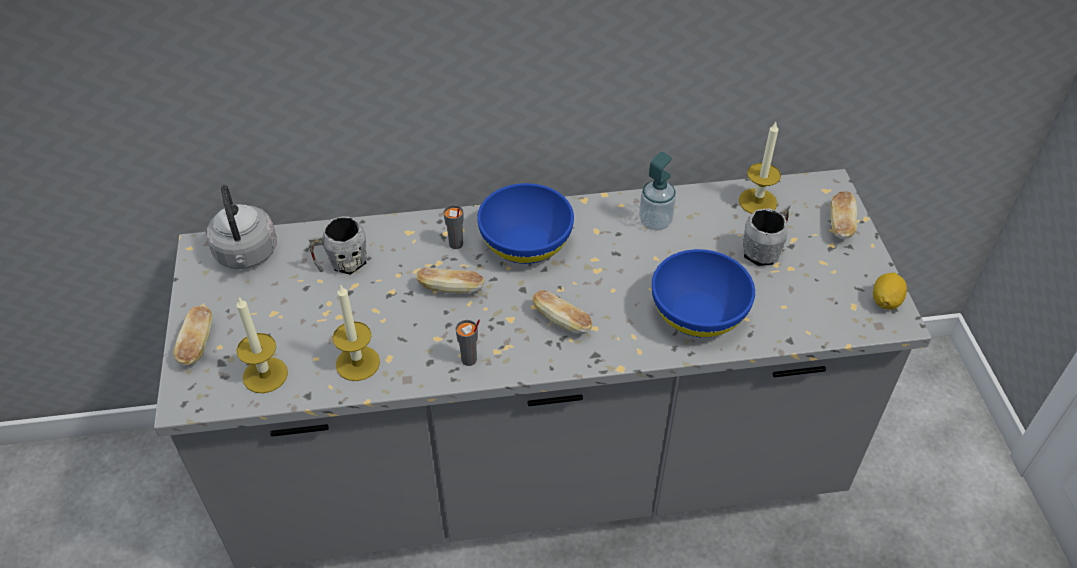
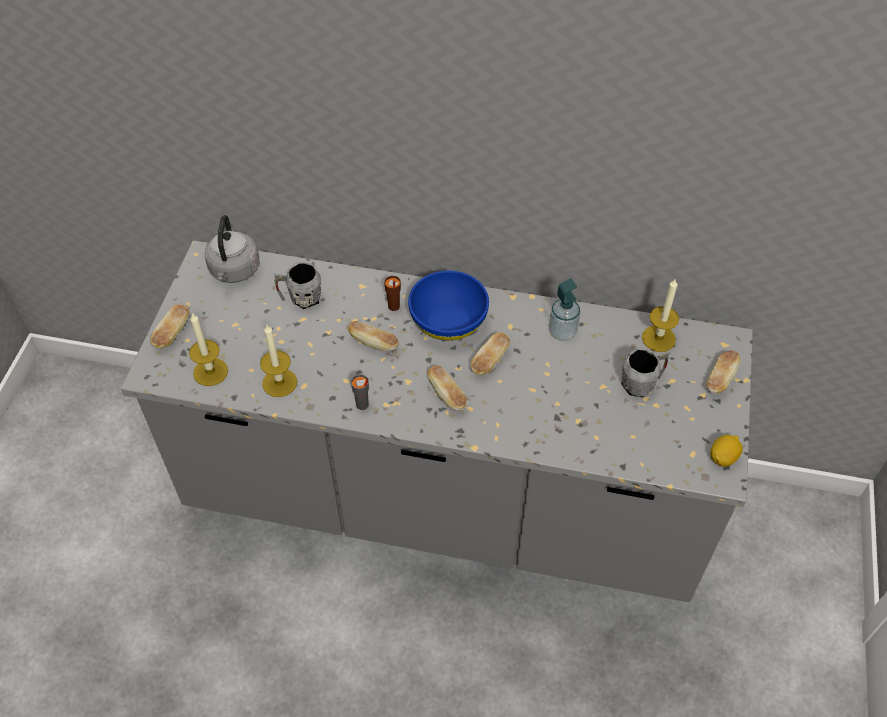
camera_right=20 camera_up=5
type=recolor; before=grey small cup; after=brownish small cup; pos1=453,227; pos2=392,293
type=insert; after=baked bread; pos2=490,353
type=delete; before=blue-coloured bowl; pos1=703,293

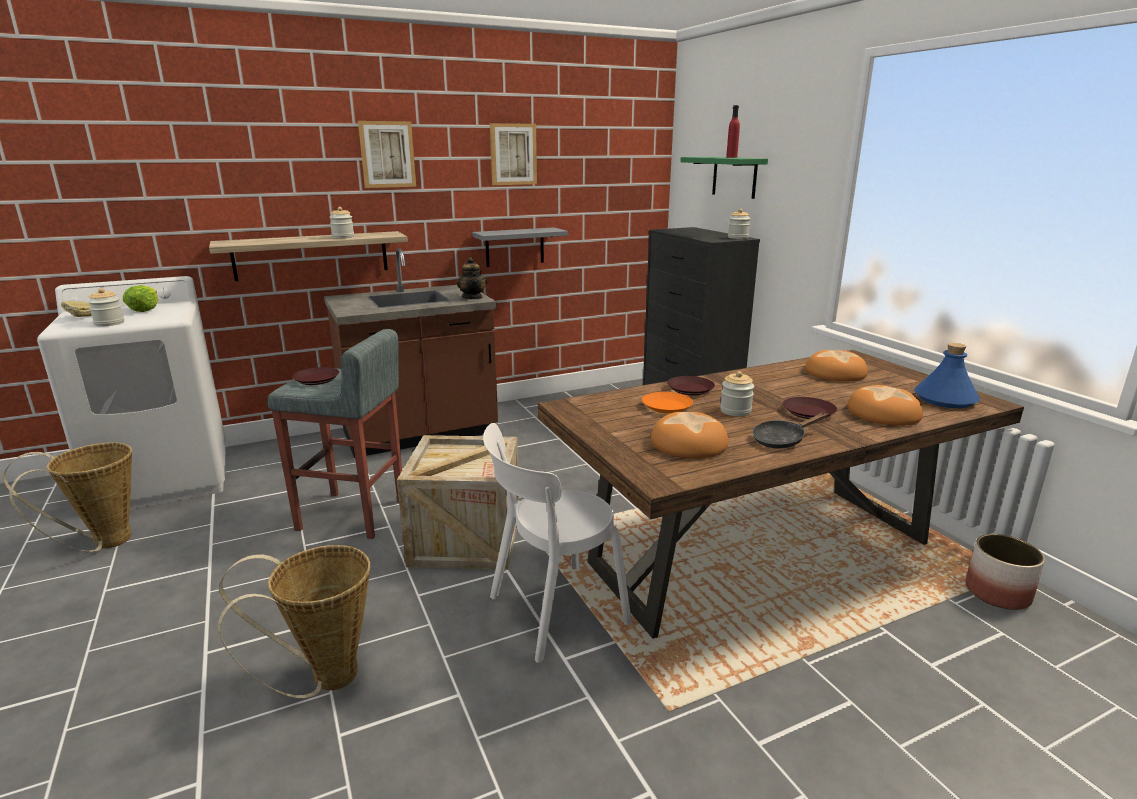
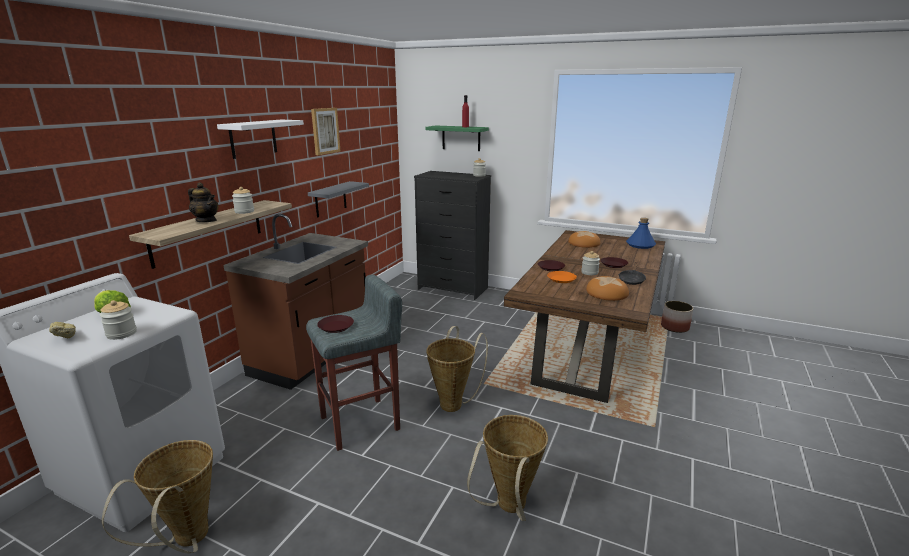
camera_right=-40 camera_up=0
type=move; before=tea pot; pos1=471,278; pos2=203,202
type=replace; before=picture; after=white-coloured bracket shelf; pos1=387,154; pos2=260,139
type=replace; before=crate; after=basket; pos1=458,502; pos2=457,369
type=delete; before=white-coloured upright chair; pos1=557,543
type=delete; before=baked bread; pos1=885,405

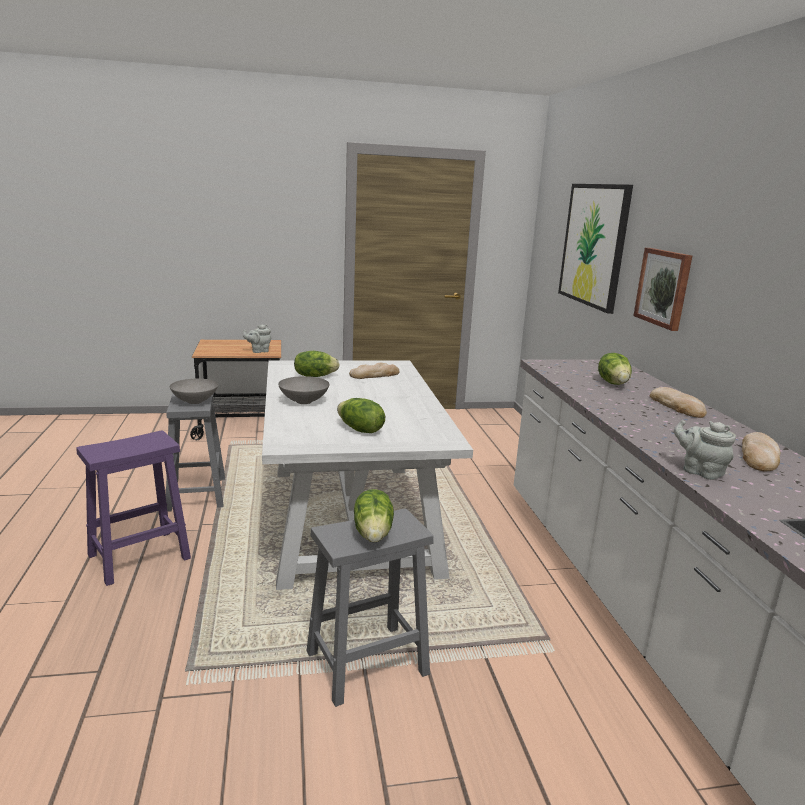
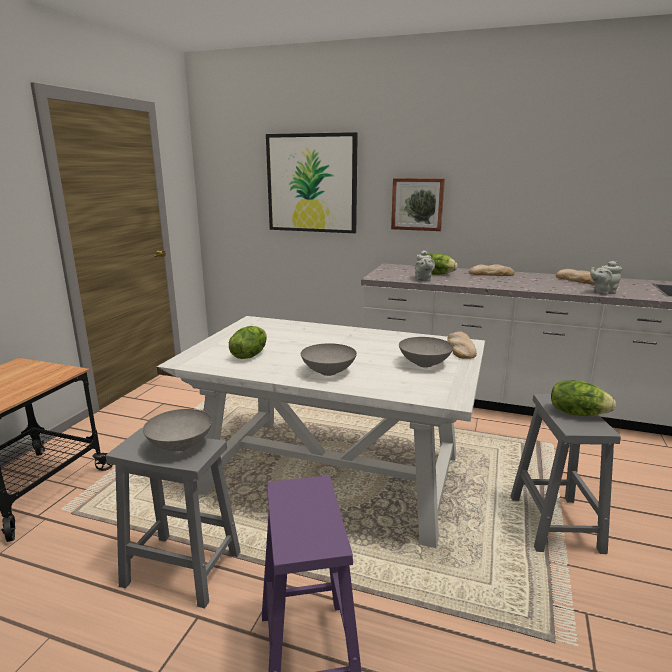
camera_right=-60 camera_up=0
type=replace; before=head of lettuce; after=grey bowl; pos1=361,415; pos2=426,352
type=move; before=grey tea pot; pos1=257,339; pos2=425,265
type=move; before=baked bread; pos1=374,371; pos2=462,345

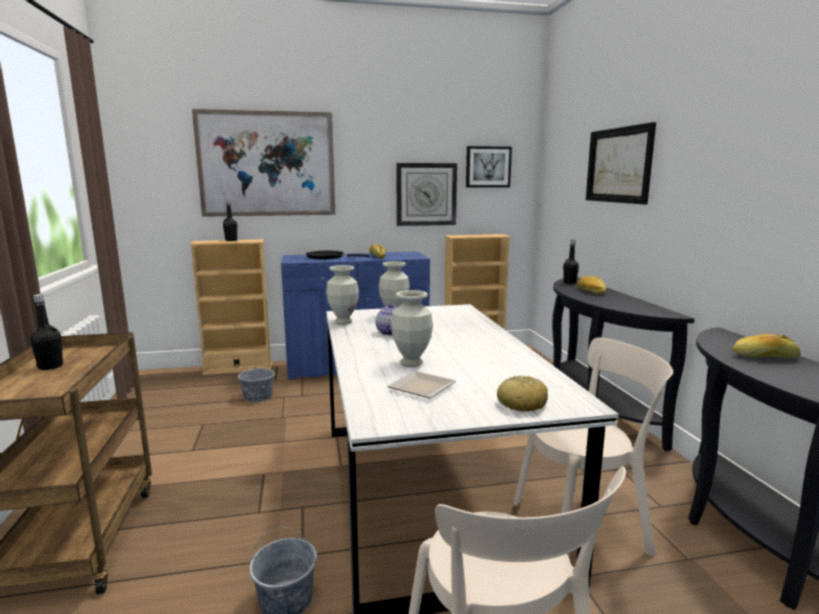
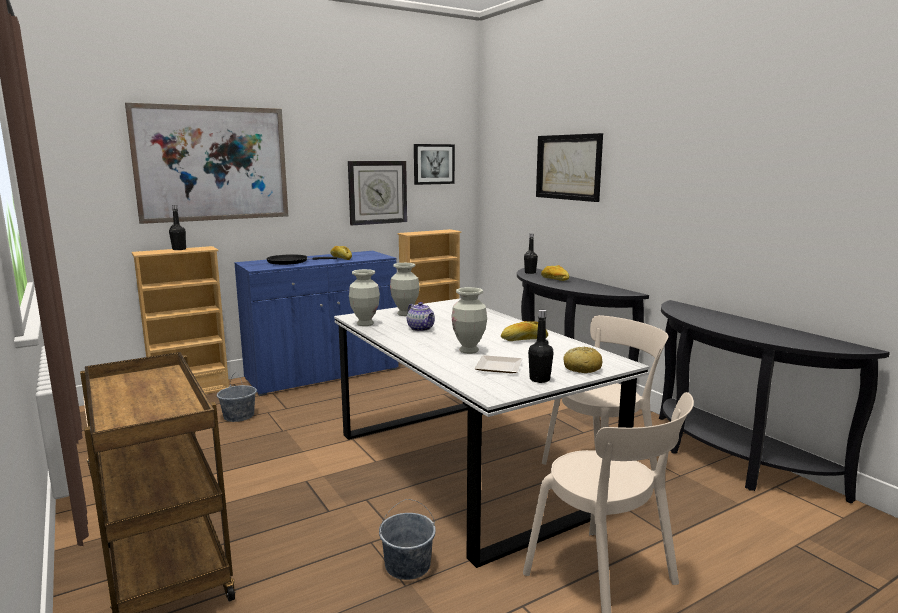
camera_right=-20 camera_up=0
type=move; before=baked bread; pos1=766,346; pos2=524,331
type=move; before=black-coloured bottle; pos1=46,332; pos2=541,346

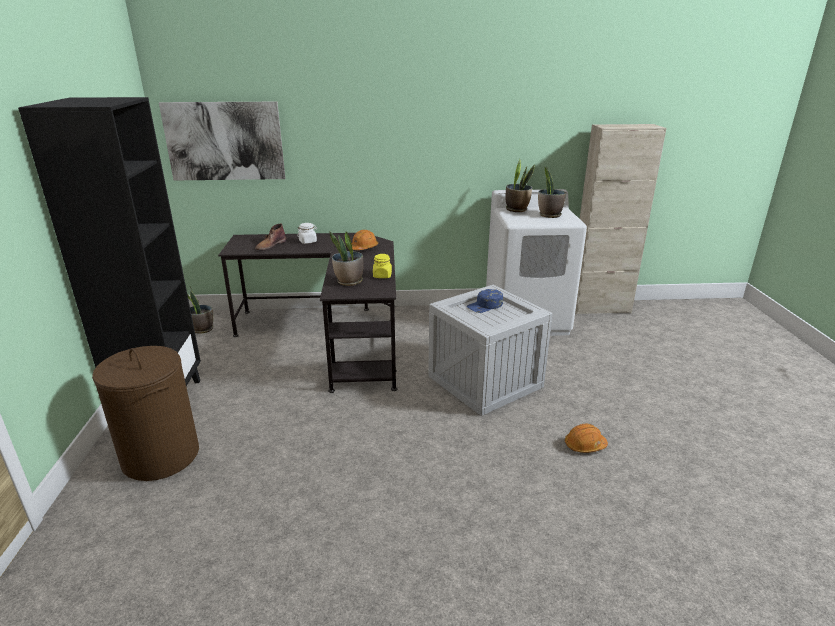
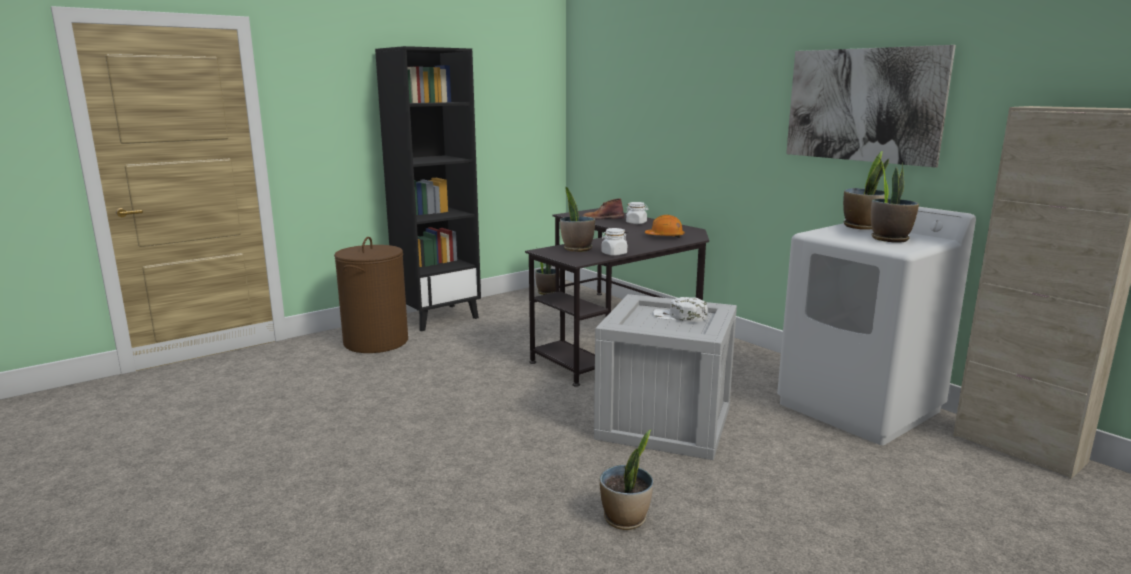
camera_right=55 camera_up=-10
type=replace; before=orange-coloured work helmet; after=houseplant; pos1=586,438; pos2=626,480
type=recolor; before=yellowish jar; after=white-coloured jar; pos1=382,266; pos2=614,242
type=recolor; before=blue-coloured baseball cap; after=white-coloured baseball cap; pos1=484,301; pos2=680,309
type=move; before=picture; pos1=222,141; pos2=871,106

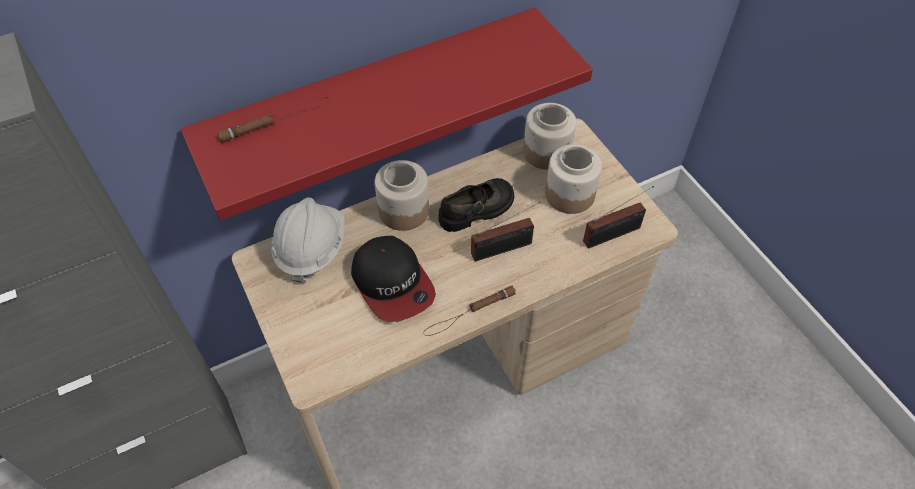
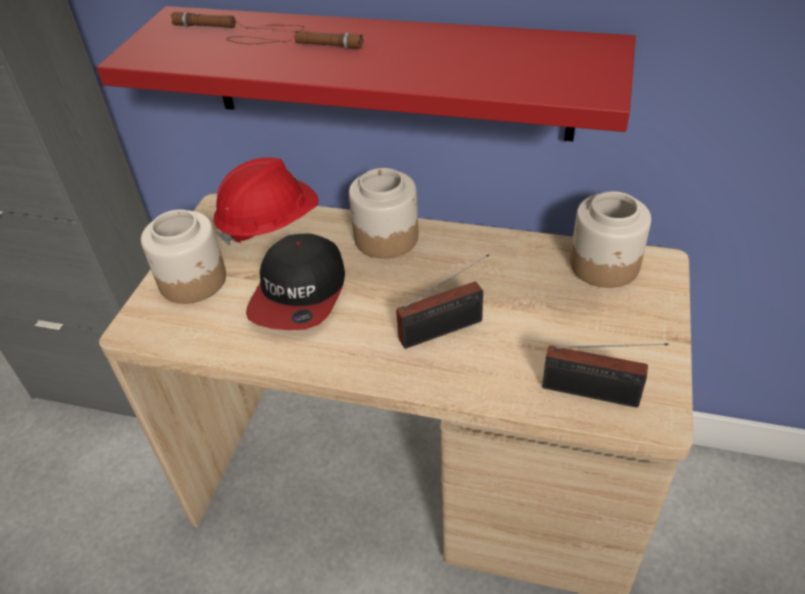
camera_right=45 camera_up=-10
type=move; before=jar; pos1=573,179; pos2=183,257
type=recolor; before=white-coloured work helmet; after=reddish work helmet; pos1=308,240; pos2=266,202
type=move; before=brownish torch; pos1=469,311; pos2=295,40
type=rotate; before=radio set; pos1=505,231; pos2=442,301; turn=-45
type=delete; before=black-coloured low shoe; pos1=476,205

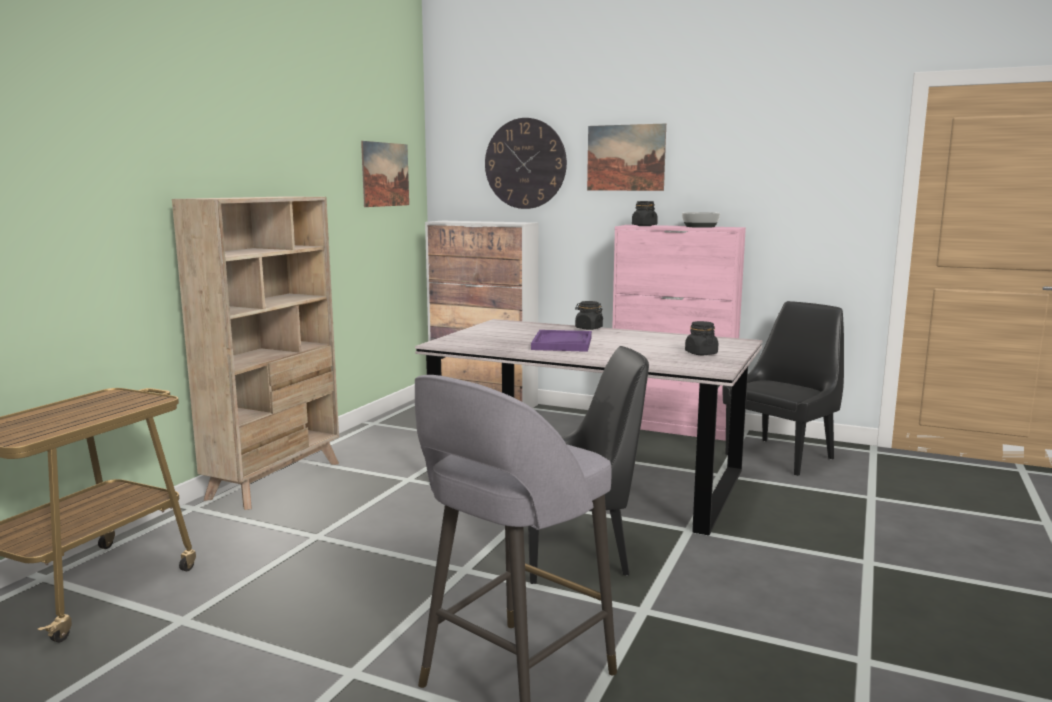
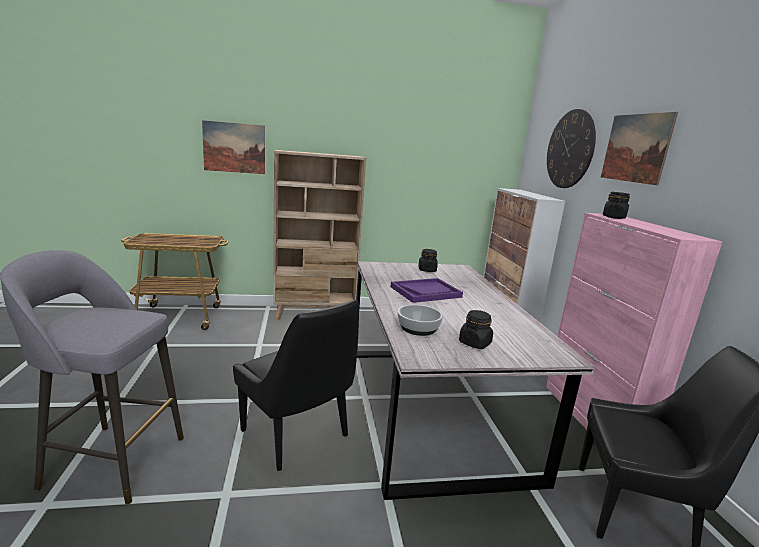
camera_right=55 camera_up=5
type=move; before=picture; pos1=385,174; pos2=233,147
type=move; before=bowl; pos1=701,220; pos2=420,320
type=move; before=black-coloured jar; pos1=589,315; pos2=428,260

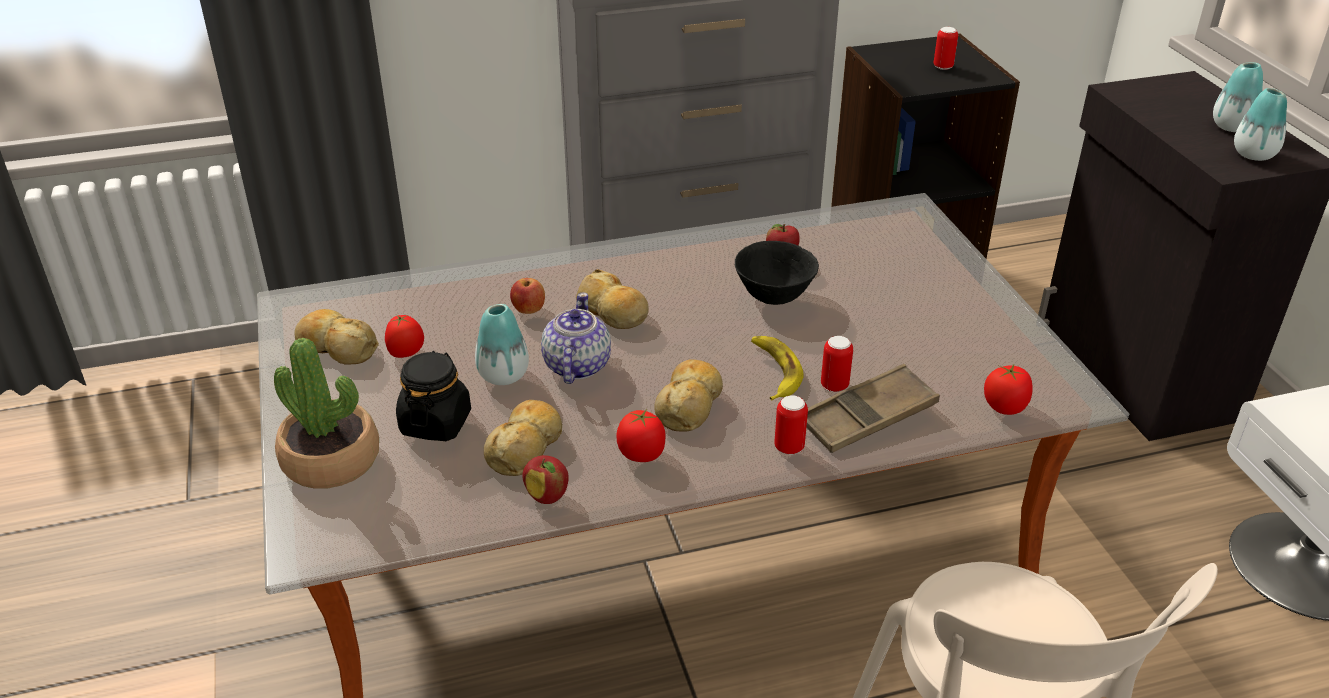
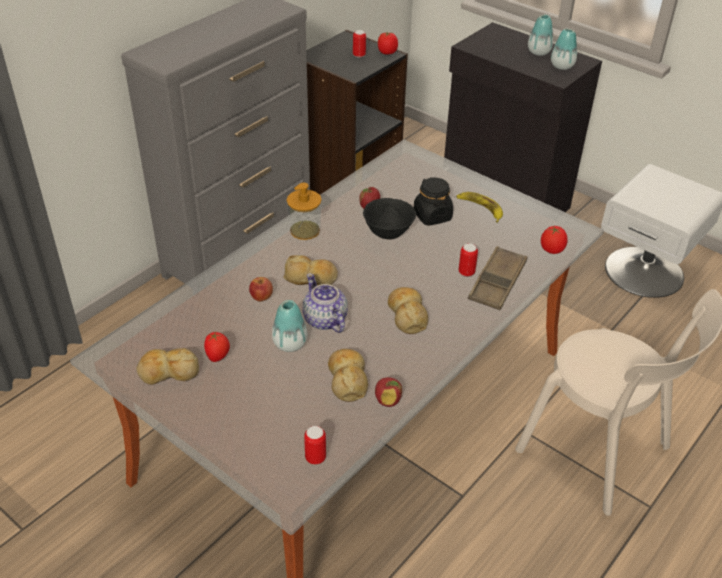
camera_right=-35 camera_up=5
type=insert; after=soap bottle; pos2=304,211
type=move; before=sealed can; pos1=791,425; pos2=315,445
type=move; before=fresh tomato; pos1=641,435; pos2=388,43
type=move; before=black-coloured jar; pos1=433,396; pos2=433,201
type=move; before=banana fruit; pos1=777,368; pos2=479,207
type=delete; before=houseplant; pos1=326,413

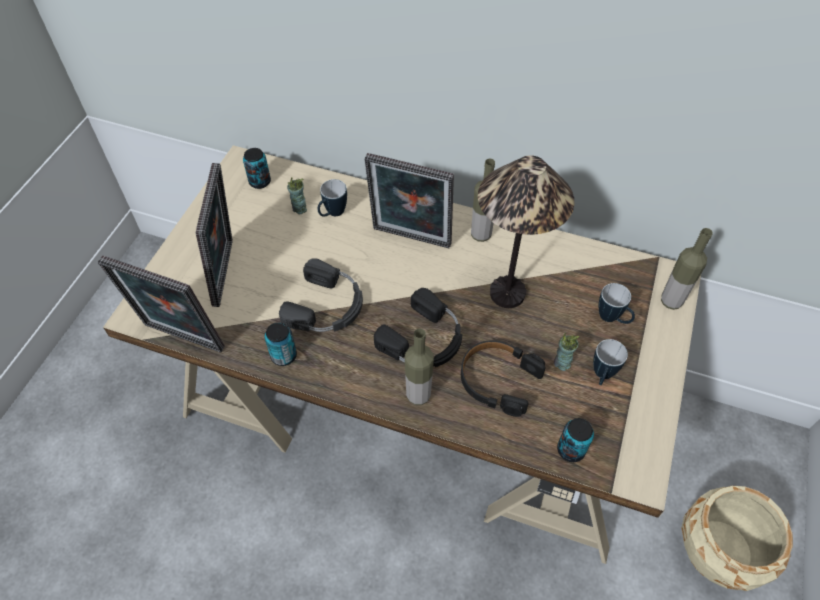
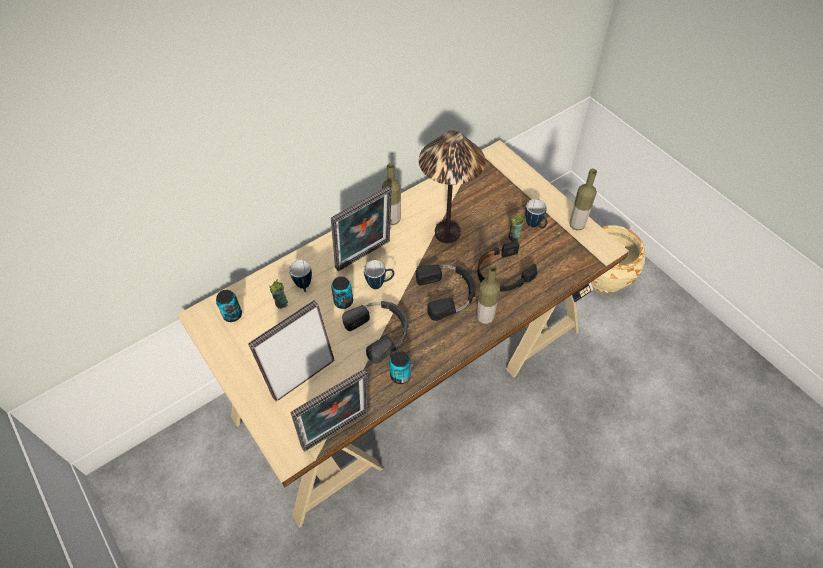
camera_right=-55 camera_up=0
type=rotate; before=picture frame; pos1=214,235; pos2=291,351; turn=-75
type=move; before=sealed can; pos1=575,440; pos2=342,292
type=move; before=mug; pos1=617,303; pos2=379,274
type=move; before=bottle; pos1=687,269; pos2=583,200

